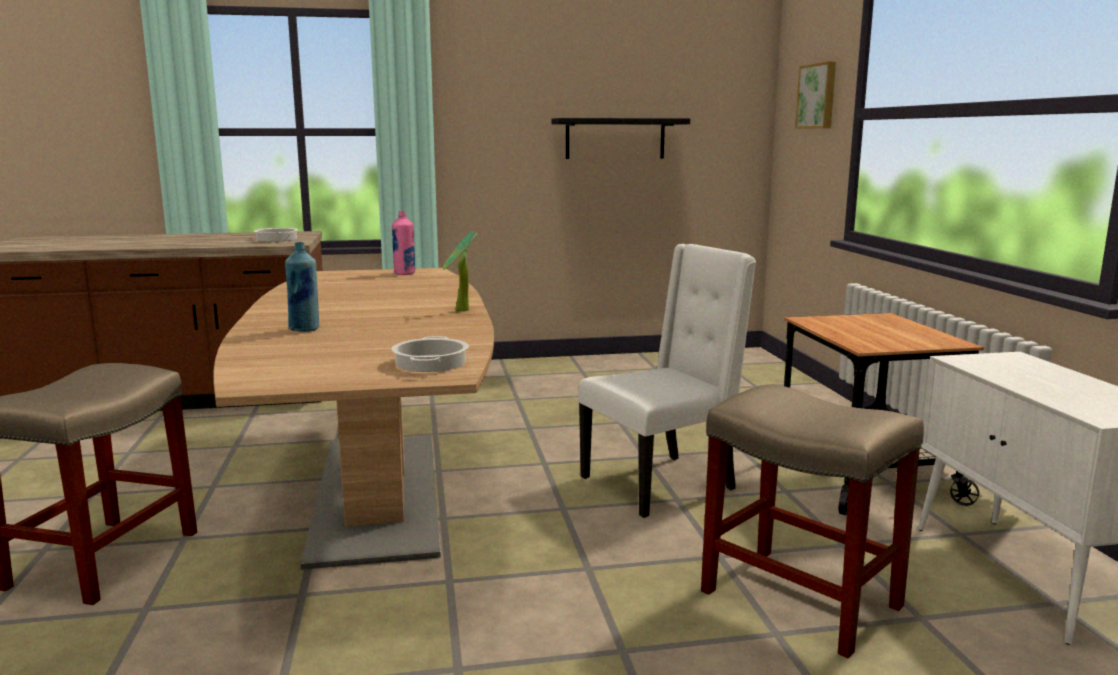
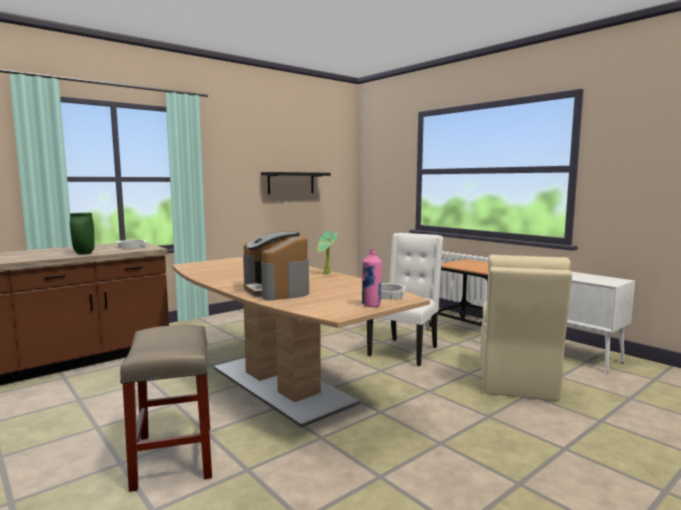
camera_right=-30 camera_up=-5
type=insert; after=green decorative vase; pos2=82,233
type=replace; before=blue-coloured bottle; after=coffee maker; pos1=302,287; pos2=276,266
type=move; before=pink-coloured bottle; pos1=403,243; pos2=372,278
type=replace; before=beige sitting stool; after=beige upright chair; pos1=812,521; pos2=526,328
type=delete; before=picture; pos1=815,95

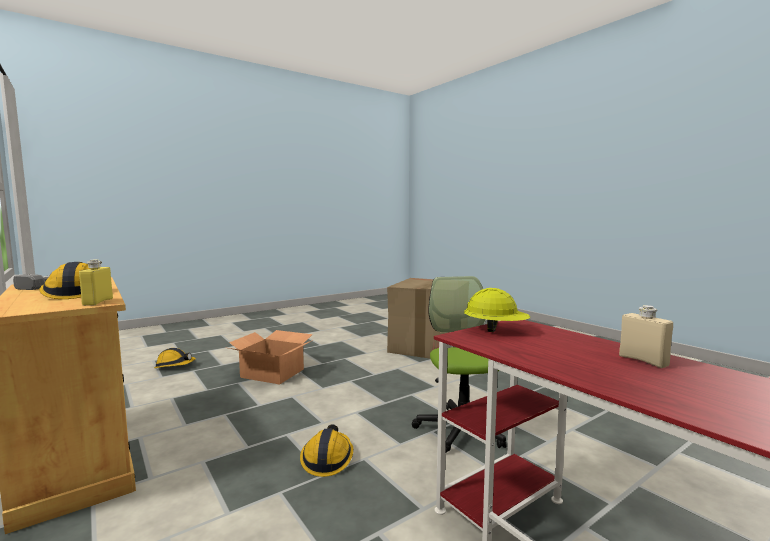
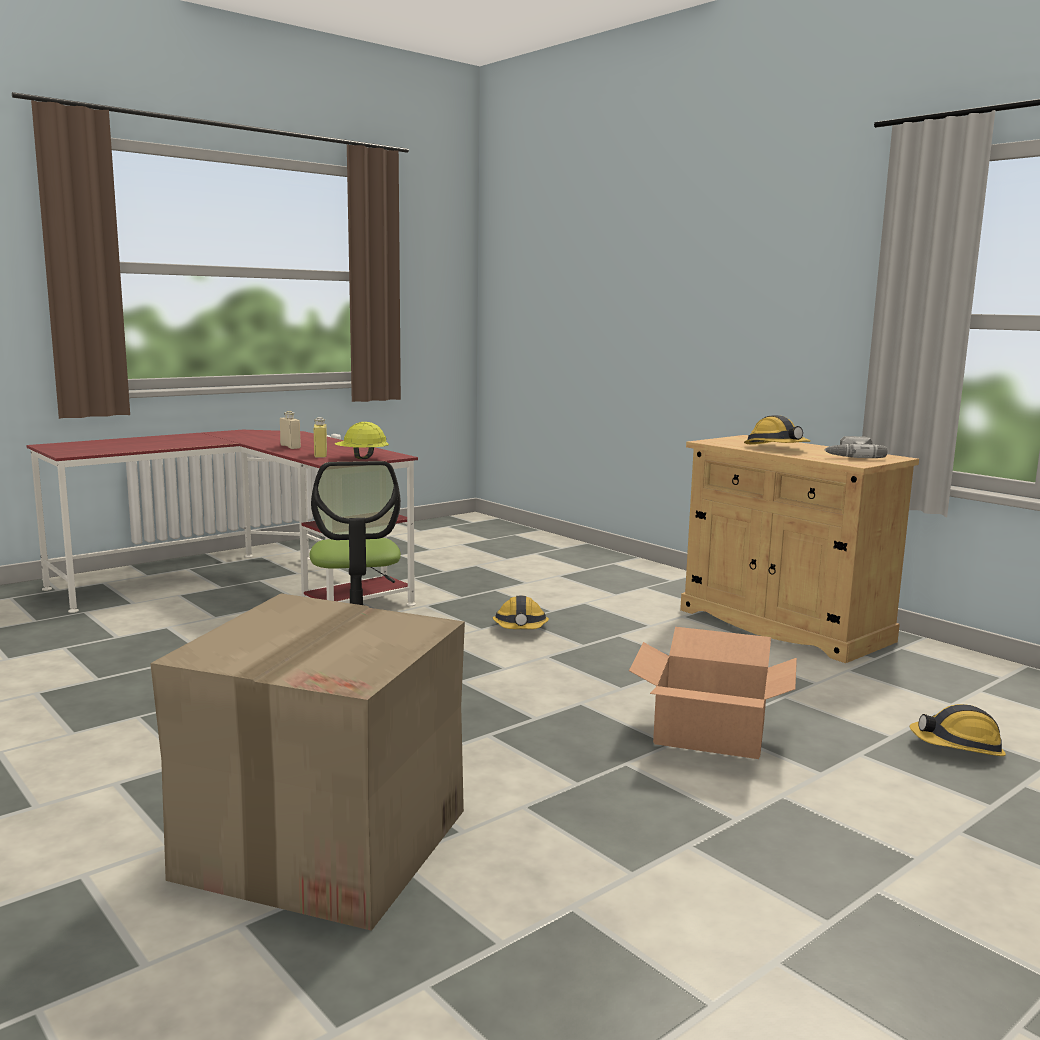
camera_right=175 camera_up=5
type=move; before=yellowish bottle; pos1=96,282; pos2=320,437

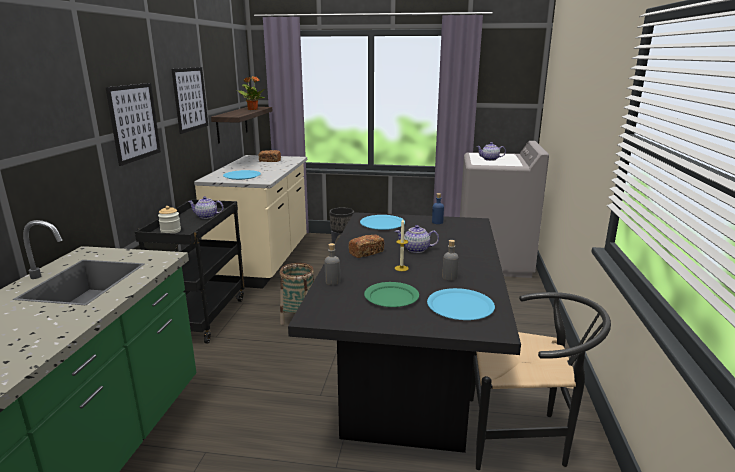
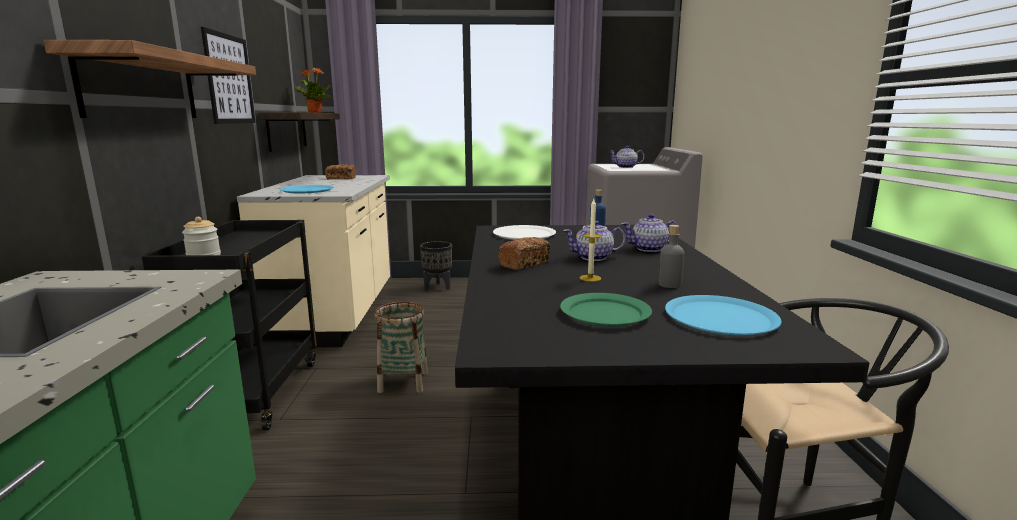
camera_right=-10 camera_up=-5
type=replace; before=picture; after=bracket shelf; pos1=133,124; pos2=149,79
type=recolor; before=blue-coloured dinner plate; after=white-coloured dinner plate; pos1=382,222; pos2=524,232
type=move; before=tea pot; pos1=205,207; pos2=650,233
type=delete; before=grey bottle; pos1=332,264

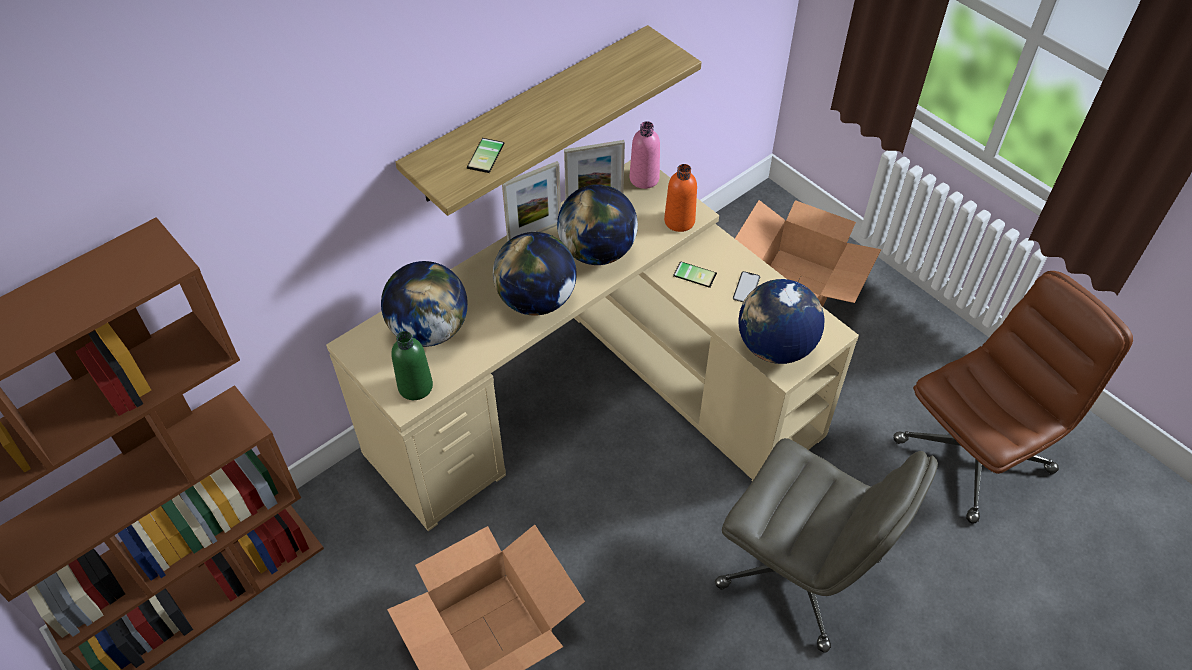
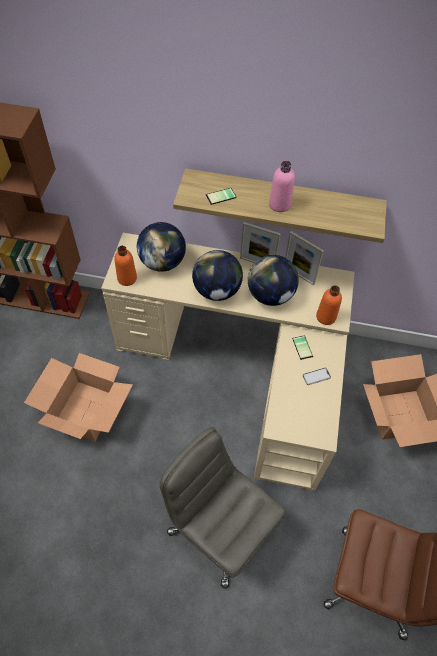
camera_right=50 camera_up=5
type=recolor; before=green bottle; after=orange-coloured bottle; pos1=412,365; pos2=125,266
type=rotate; before=grey computer chair; pos1=826,545; pos2=223,508; turn=135
type=move; before=pink-coloured bottle; pos1=645,155; pos2=282,186
type=delete; before=globe; pos1=781,321

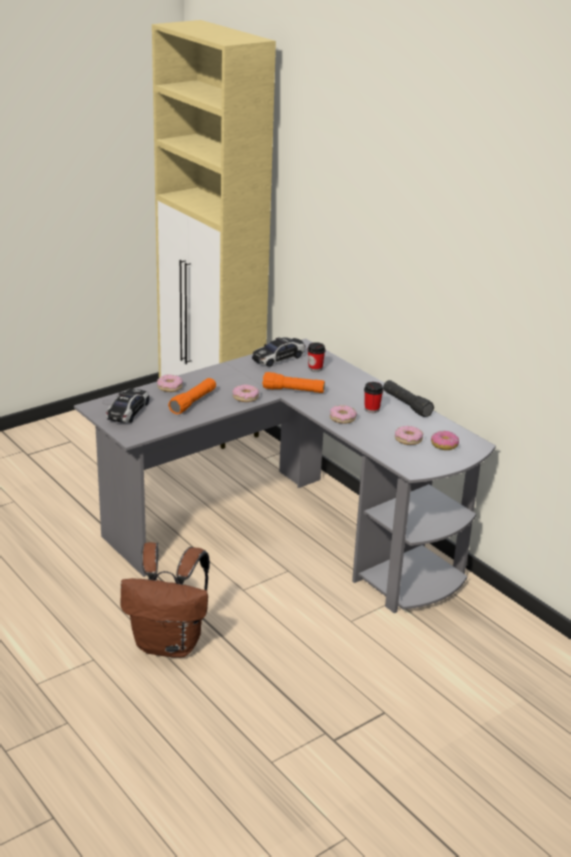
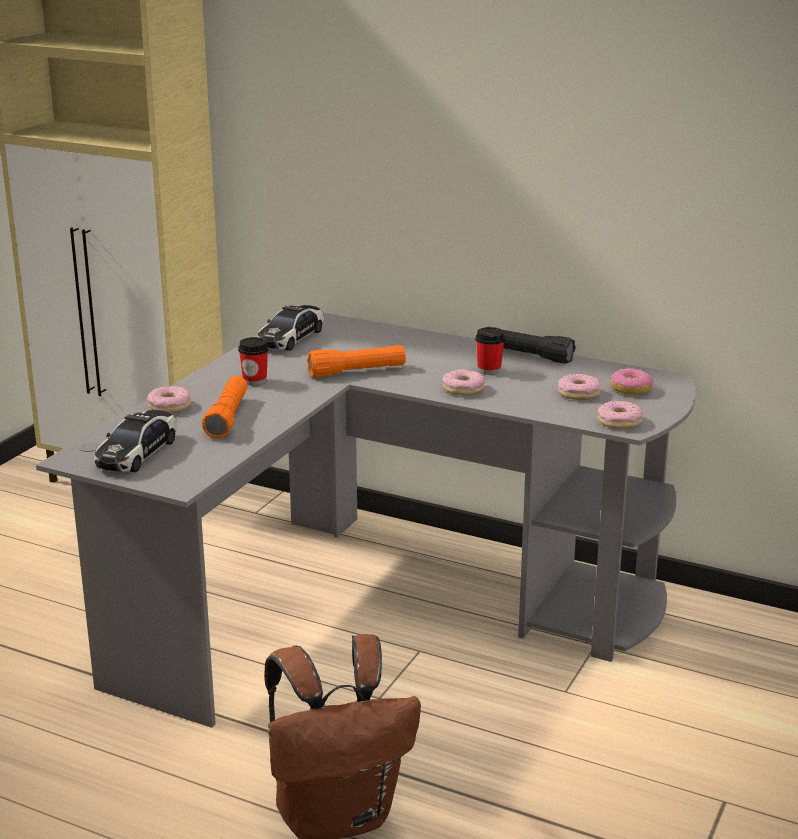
camera_right=-25 camera_up=-5
type=rotate; before=toy car; pos1=127,406; pos2=135,441; turn=-150
type=move; before=small cup; pos1=316,357; pos2=253,361
type=move; before=doughnut; pos1=245,393; pos2=620,415

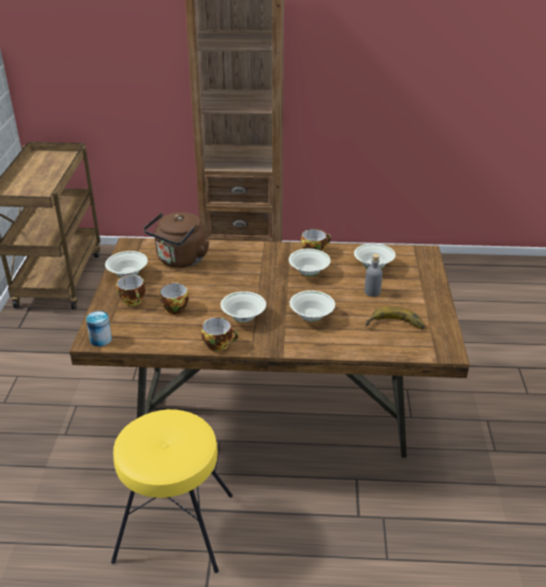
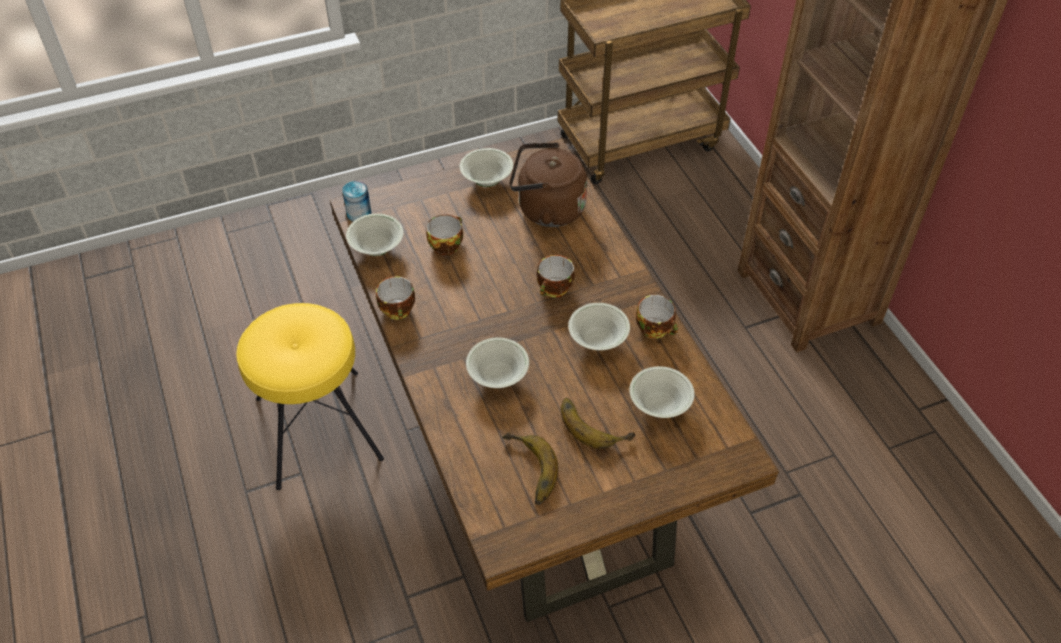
camera_right=65 camera_up=15
type=move; before=white-coloured bowl; pos1=243,306; pos2=375,234
type=move; before=small cup; pos1=131,290; pos2=556,276
type=replace; before=grey bottle; after=banana fruit; pos1=373,275; pos2=598,423

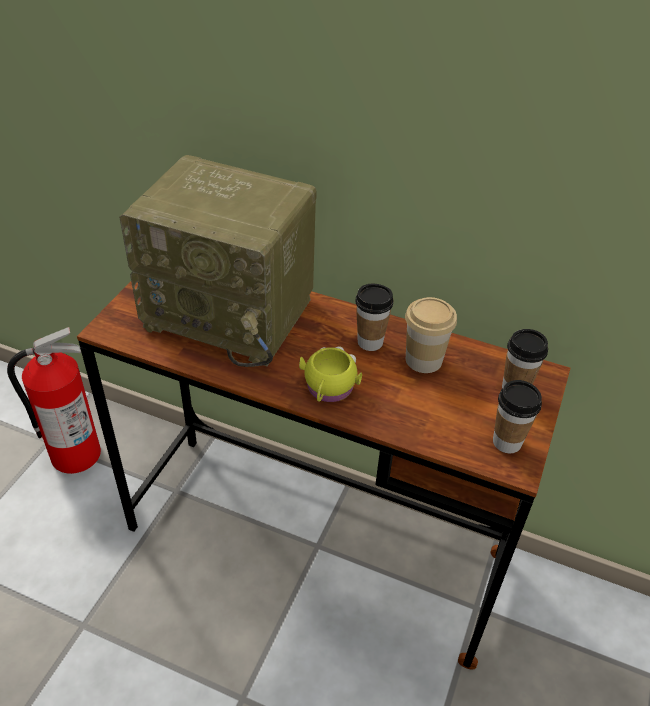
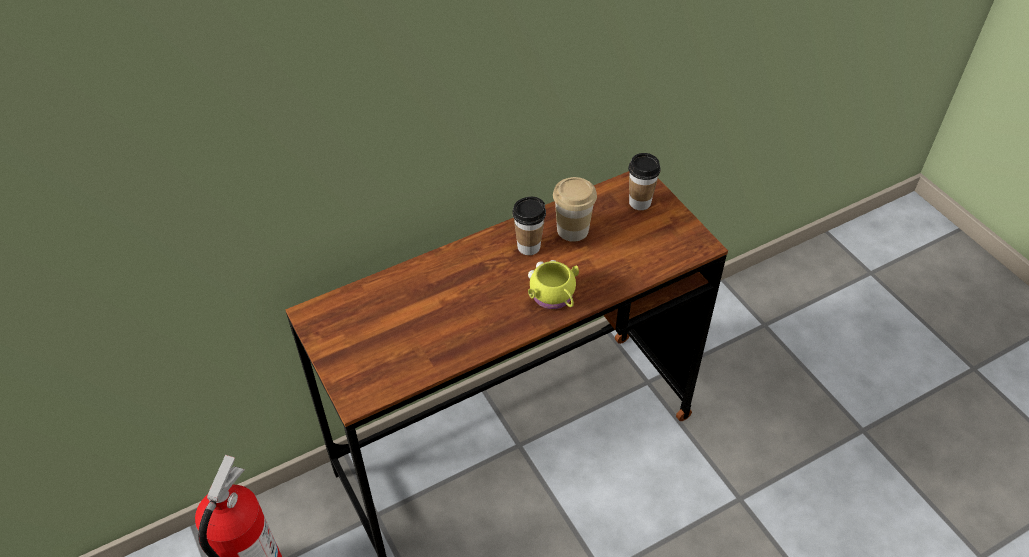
camera_right=-50 camera_up=5
type=delete; before=radio set; pos1=218,261
type=delete; before=small cup; pos1=517,416

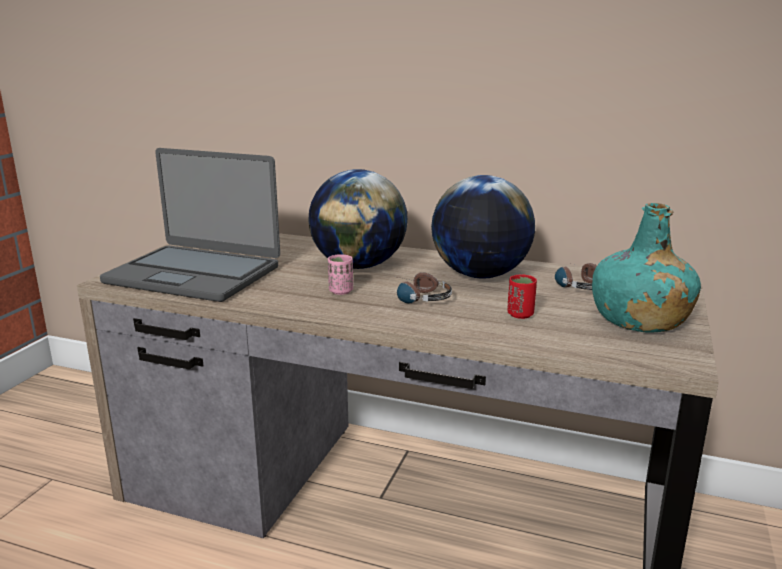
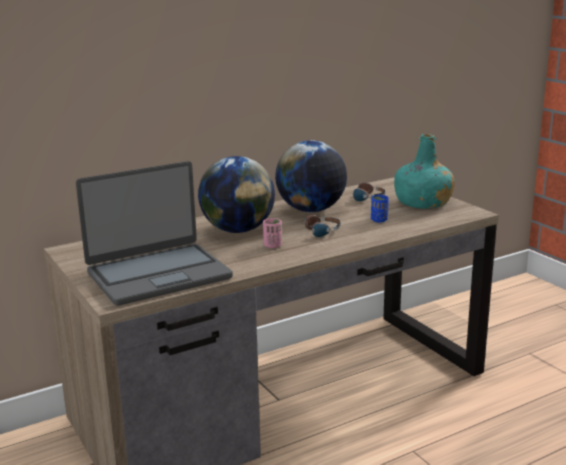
camera_right=-50 camera_up=0
type=recolor; before=reddish small cup; after=blue-coloured small cup; pos1=522,296; pos2=380,209

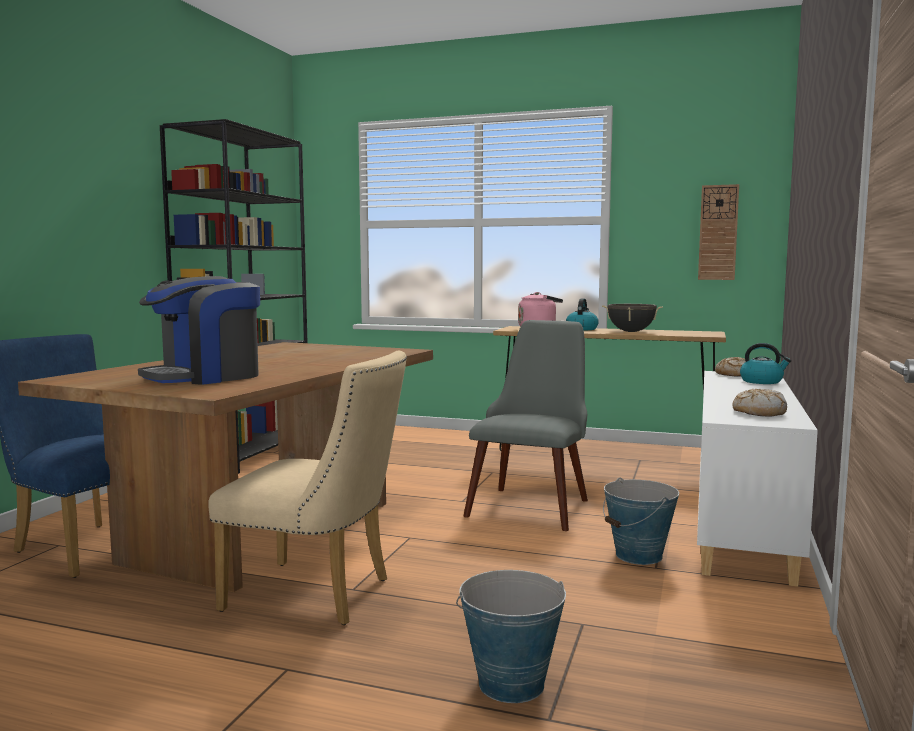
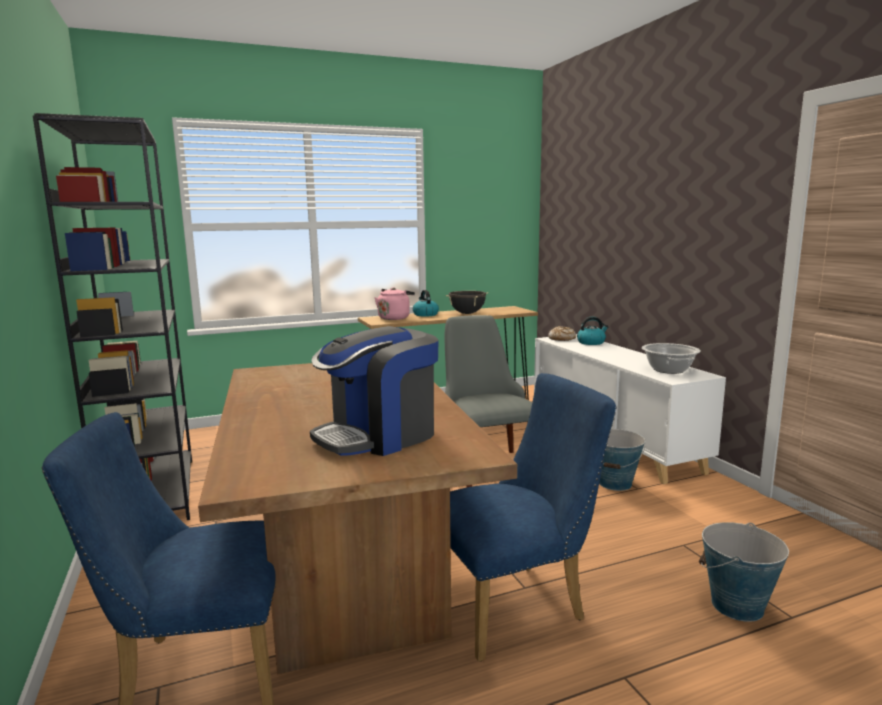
camera_right=-40 camera_up=5
type=rotate; before=coffee maker; pos1=199,330; pos2=374,391; turn=45
type=recolor; before=beige upright chair; after=blue-coloured upright chair; pos1=307,488; pos2=533,517
type=replace; before=baked bread; after=saucepot; pos1=759,402; pos2=671,358
type=delete; before=hanging clock; pos1=718,232

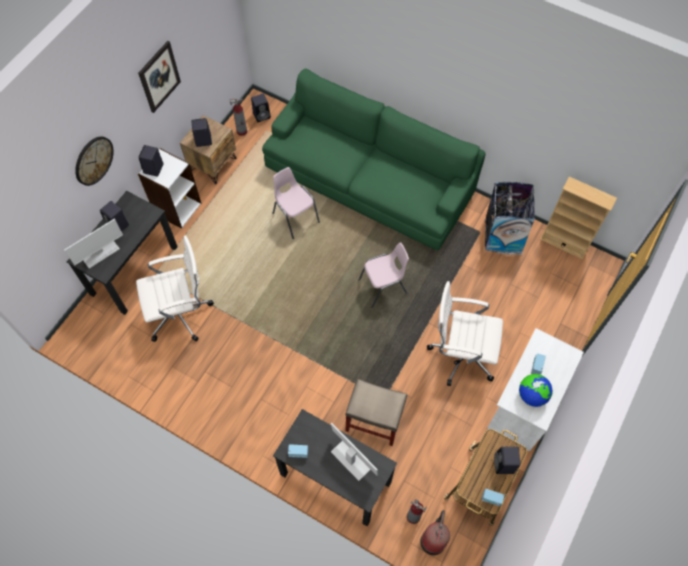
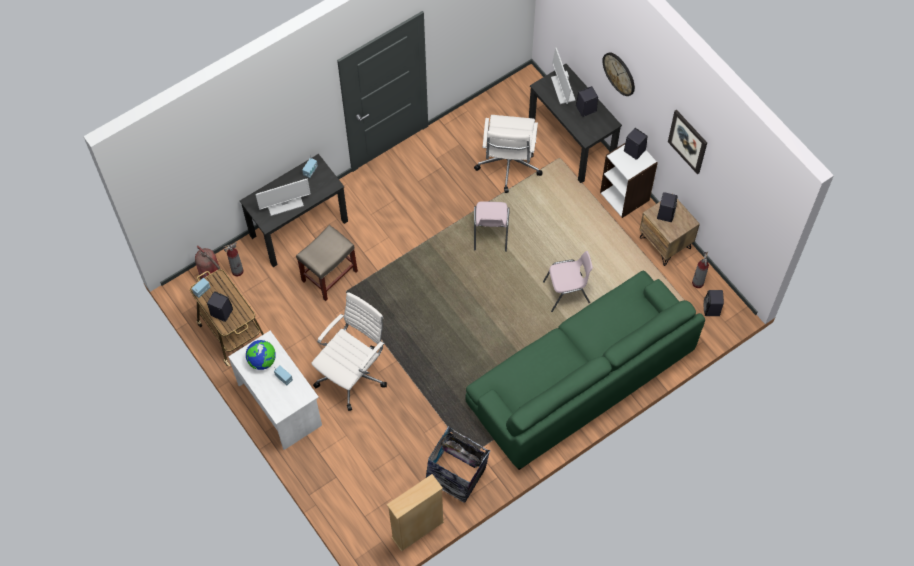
camera_right=115 camera_up=0
type=move; before=pink-coloured upright chair; pos1=383,275; pos2=492,226

